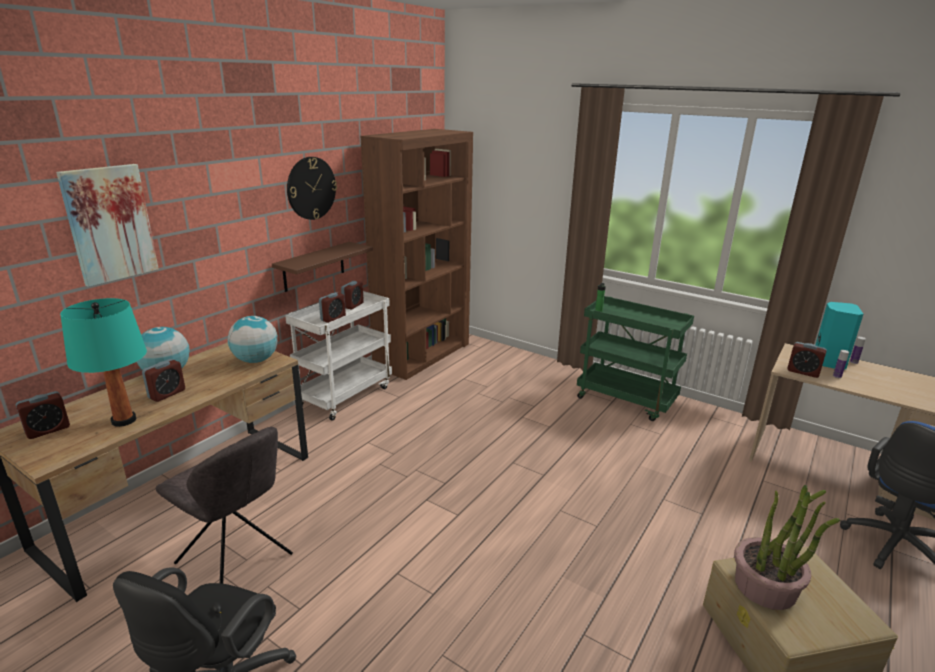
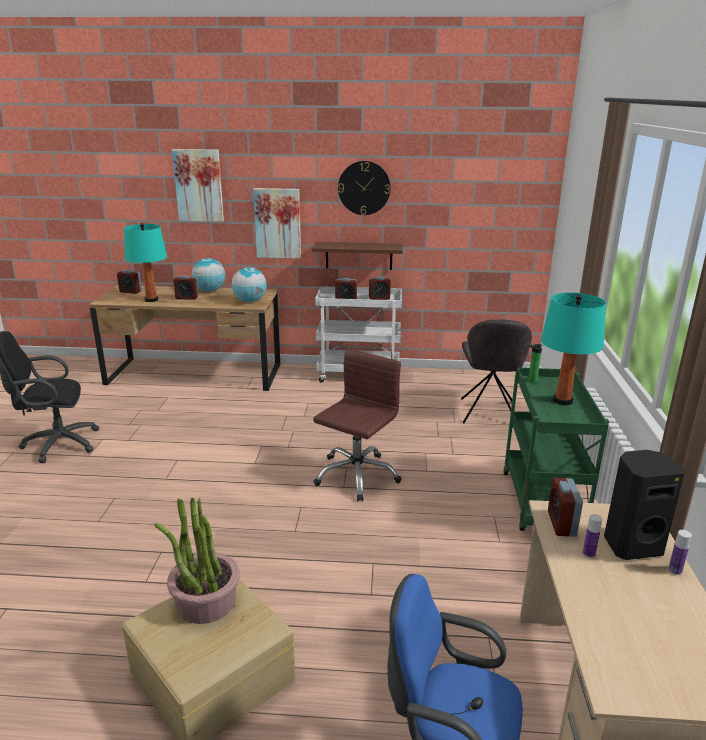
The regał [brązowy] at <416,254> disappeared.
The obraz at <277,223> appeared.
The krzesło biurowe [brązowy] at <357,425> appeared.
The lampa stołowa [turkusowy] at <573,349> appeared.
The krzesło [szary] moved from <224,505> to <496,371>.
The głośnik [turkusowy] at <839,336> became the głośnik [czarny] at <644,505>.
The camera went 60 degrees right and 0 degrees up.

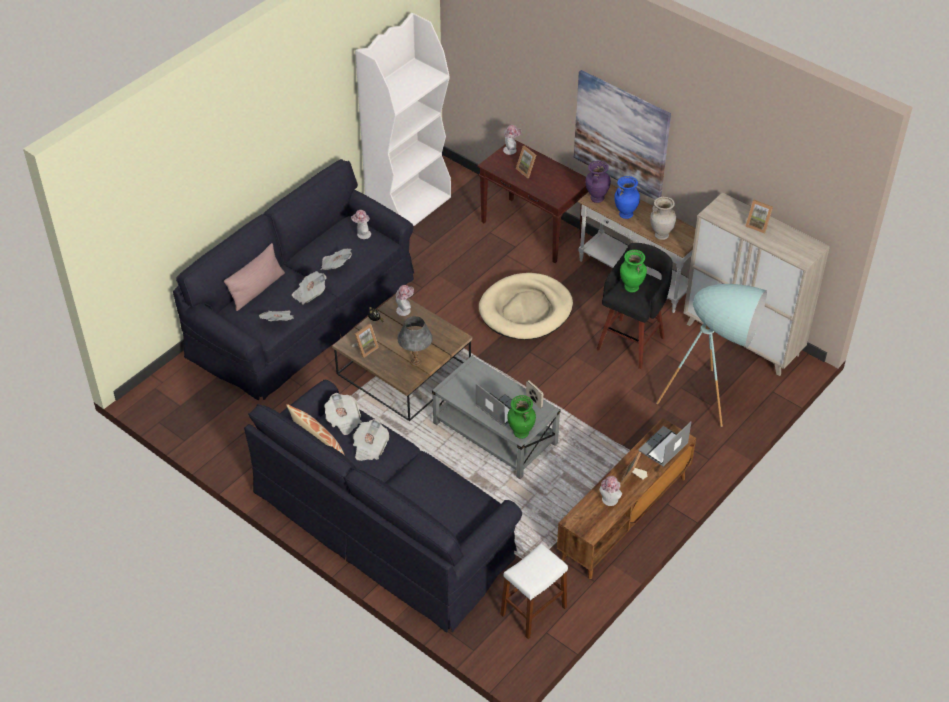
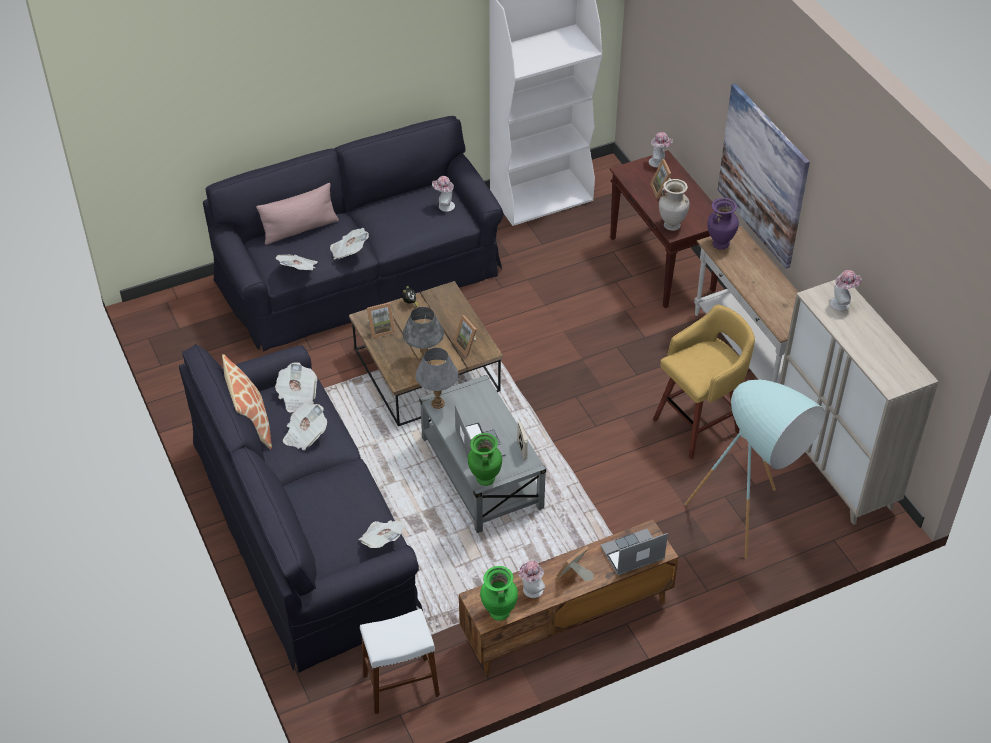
The legowisko [beżowy] at <526,306> disappeared.
The wazon [niebieski] at <627,197> disappeared.
The lampa stołowa [szary] at <436,378> appeared.
The gazeta moved from <336,259> to <382,534>.
The kapelusz moved from <405,300> to <846,290>.
The wazon [zielony] moved from <633,271> to <499,593>.
The wazon [beżowy] moved from <663,218> to <674,205>.
The ramka na zdjęcie moved from <759,217> to <465,336>.
The stołek [czarny] at <634,306> became the stołek [żółty] at <704,382>.
The camera went 25 degrees right and 0 degrees up.

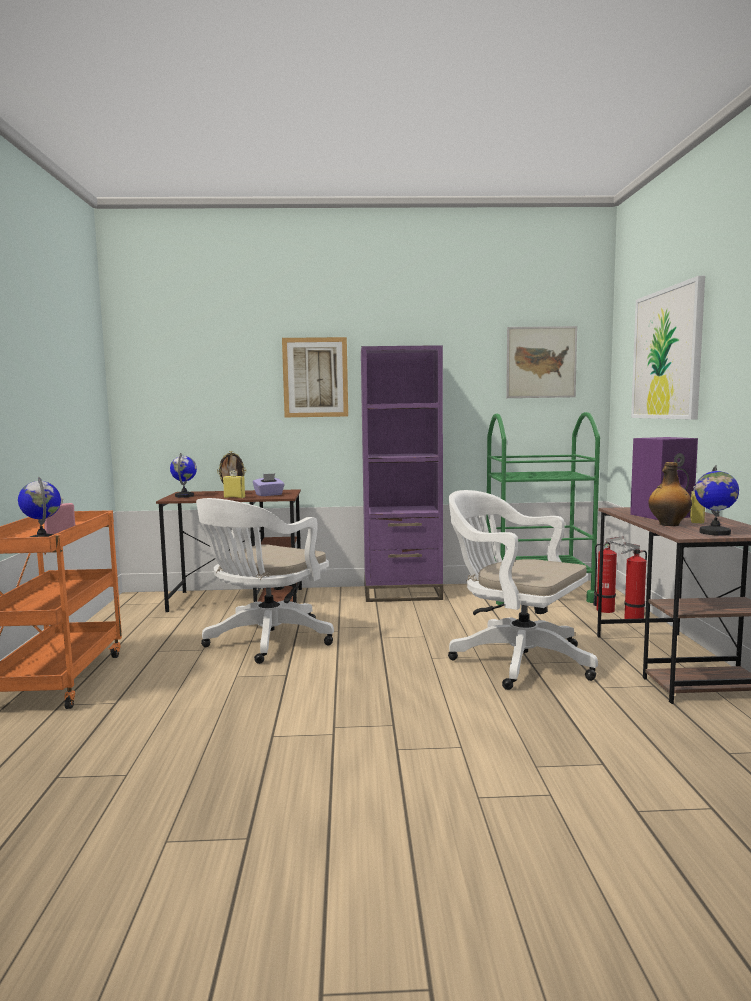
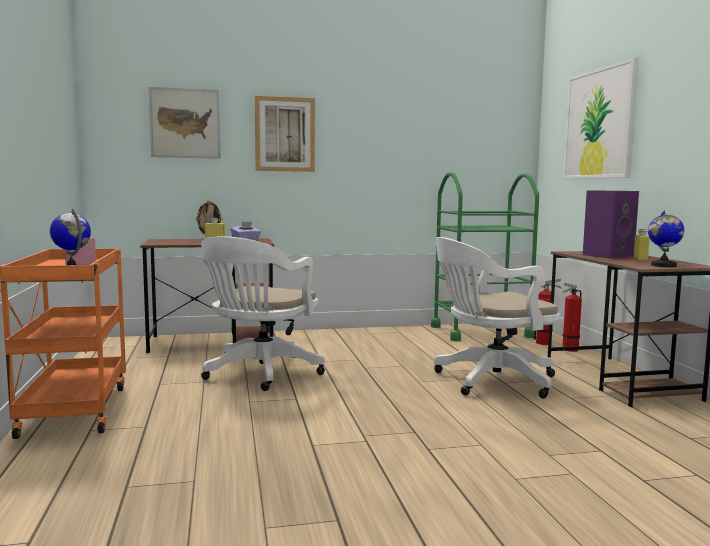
The globus at <183,475> disappeared.
The regał [fioletowy] at <402,473> disappeared.
The butelka at <670,494> disappeared.
The obraz moved from <541,362> to <184,123>.
The krzesło biurowe [biały] at <523,590> turned 45 degrees counterclockwise.
The camera went 10 degrees left and 0 degrees up.

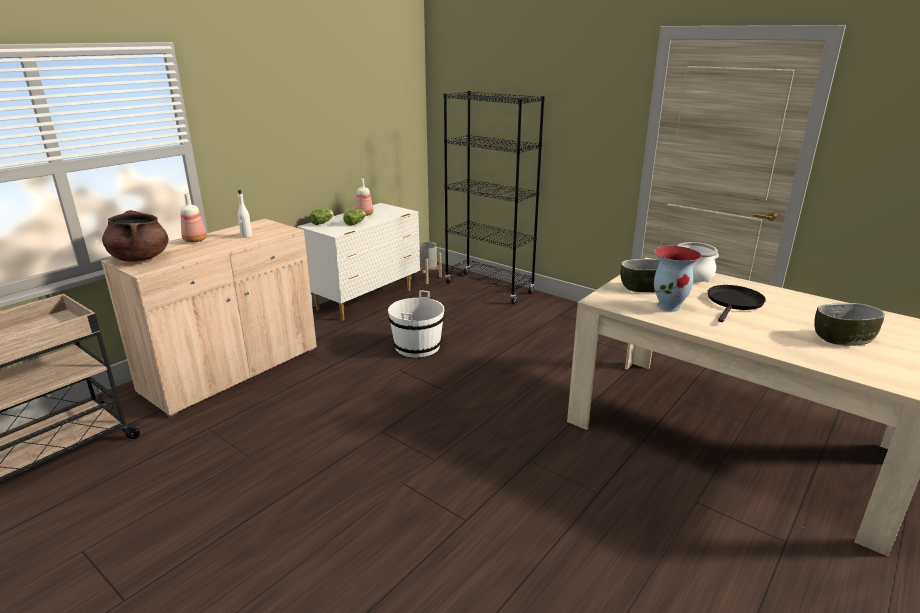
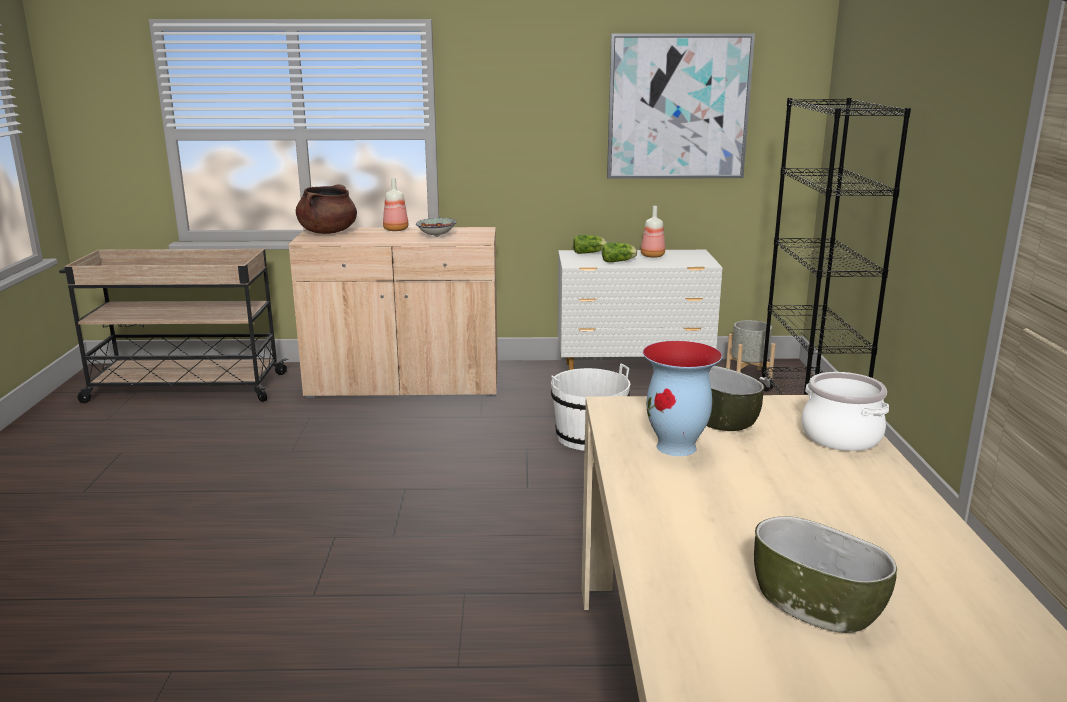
The patelnia [czarny] at <737,303> disappeared.
The obraz at <681,106> appeared.
The butelka [biały] at <245,214> was replaced by the miska at <436,227>.
The camera went 50 degrees right and 5 degrees down.

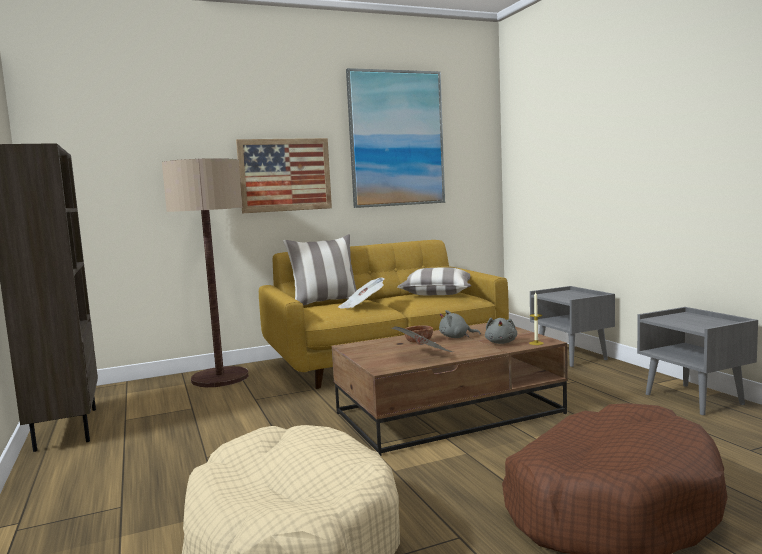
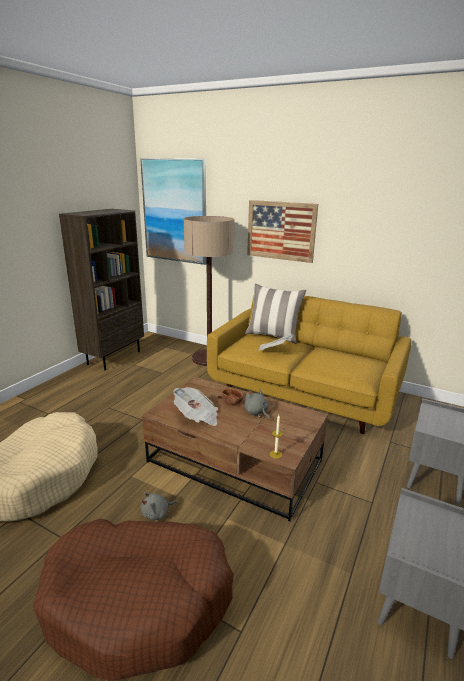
The poduszka at <434,281> disappeared.
The obraz moved from <395,138> to <173,211>.
The pluszak [szary] moved from <501,331> to <159,506>.
The camera went 50 degrees right and 15 degrees up.

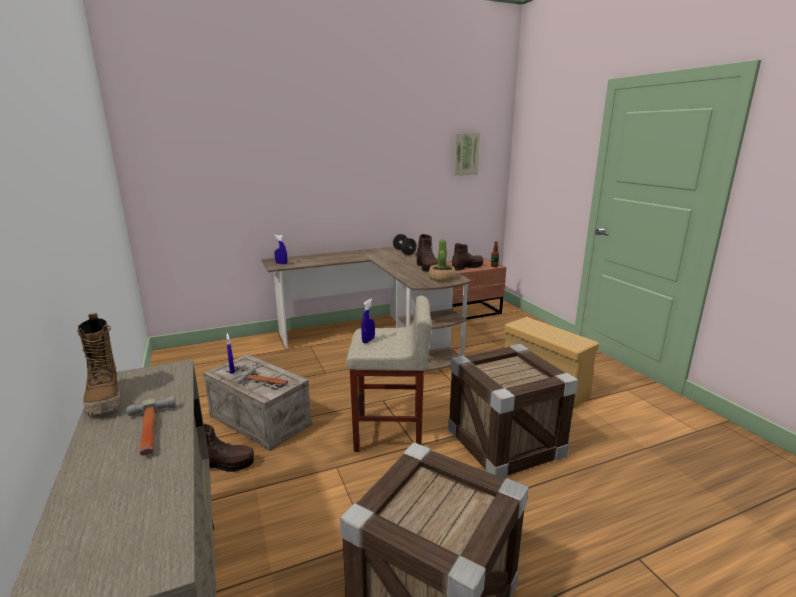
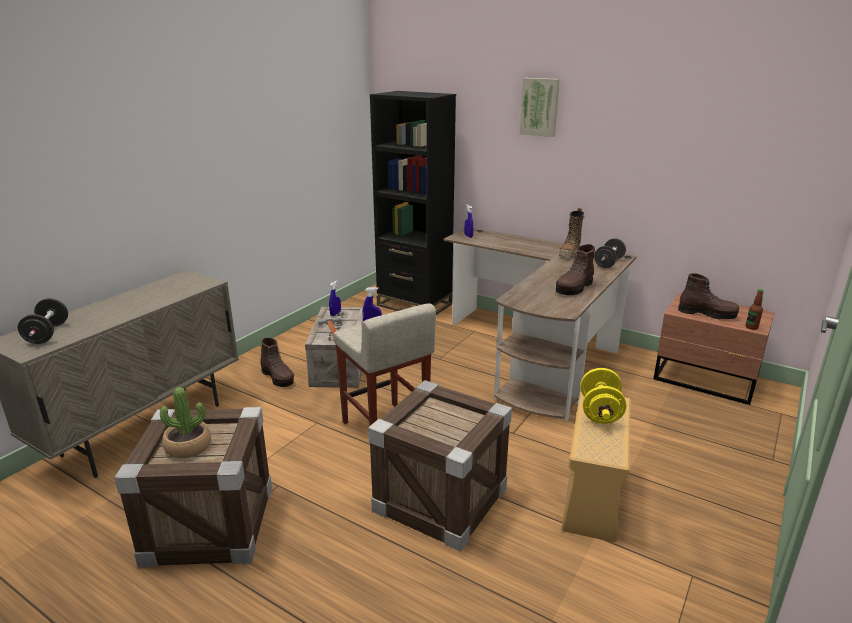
The młotek at <151,425> disappeared.
The hantel [czarny] at <43,321> appeared.
The regał [czarny] at <413,203> appeared.
The hantel [żółty] at <603,396> appeared.
The but z cholewką moved from <99,364> to <571,233>.
The roślina doniczkowa moved from <442,260> to <185,422>.
The obraz moved from <466,154> to <539,107>.
The camera went 55 degrees right and 5 degrees up.

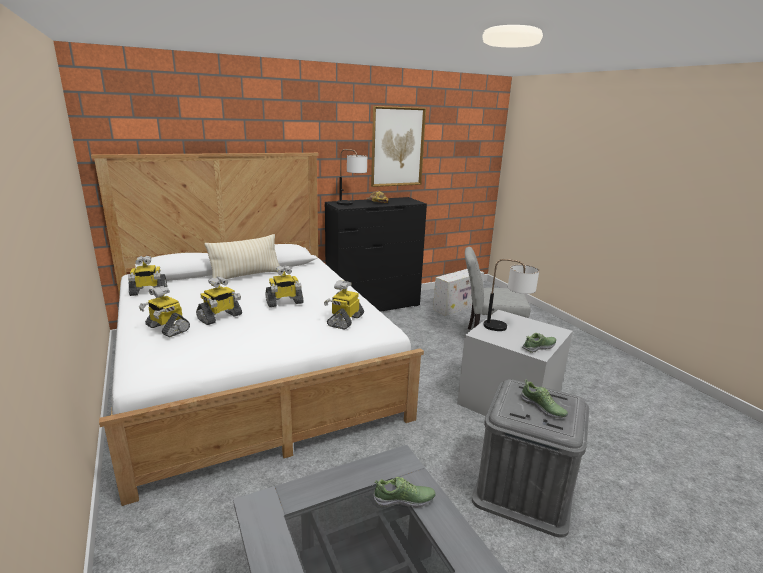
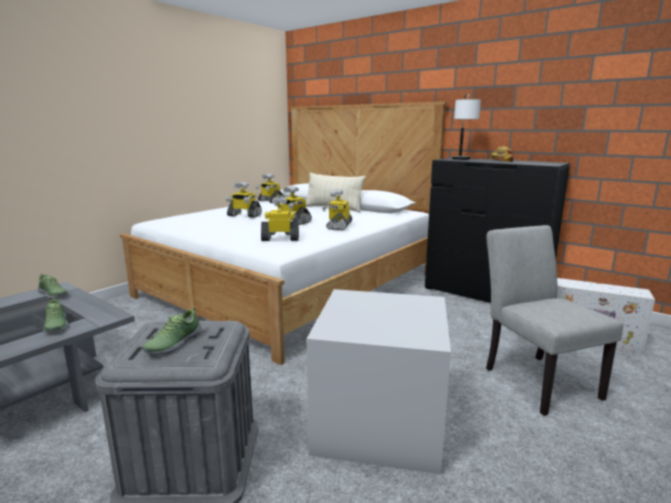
The obraz at <398,146> disappeared.
The lampa stołowa at <511,295> disappeared.
The robot zabawkowy moved from <164,311> to <337,209>.
The but moved from <539,343> to <53,286>.
The camera went 65 degrees right and 5 degrees down.

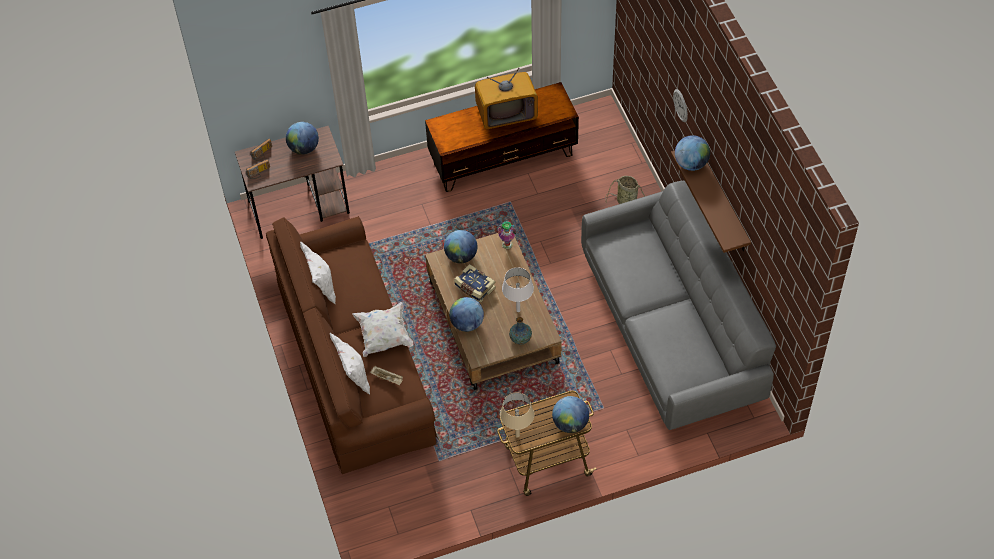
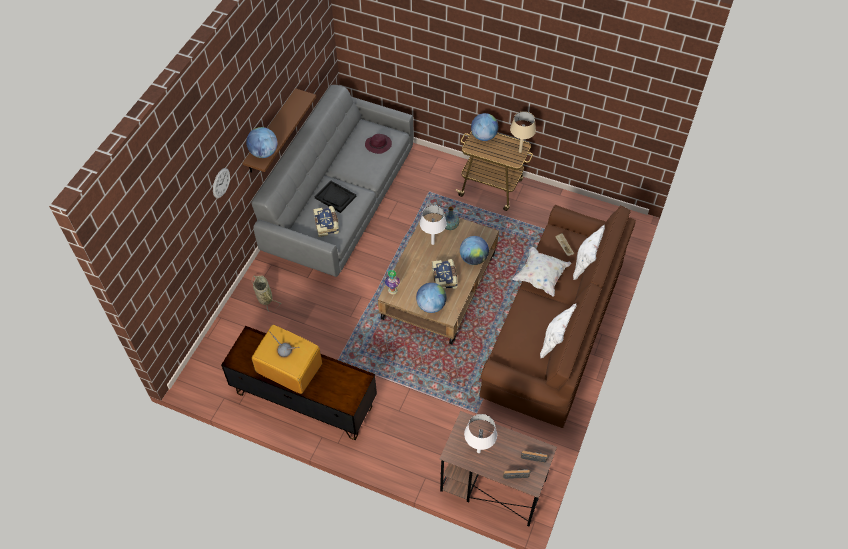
The książka at <326,221> appeared.
The taca [czarny] at <335,196> appeared.
The kapelusz [fioletowy] at <378,144> appeared.
The globus at <302,138> was replaced by the lampa stołowa [biały] at <480,433>.
The camera went 140 degrees left and 0 degrees up.

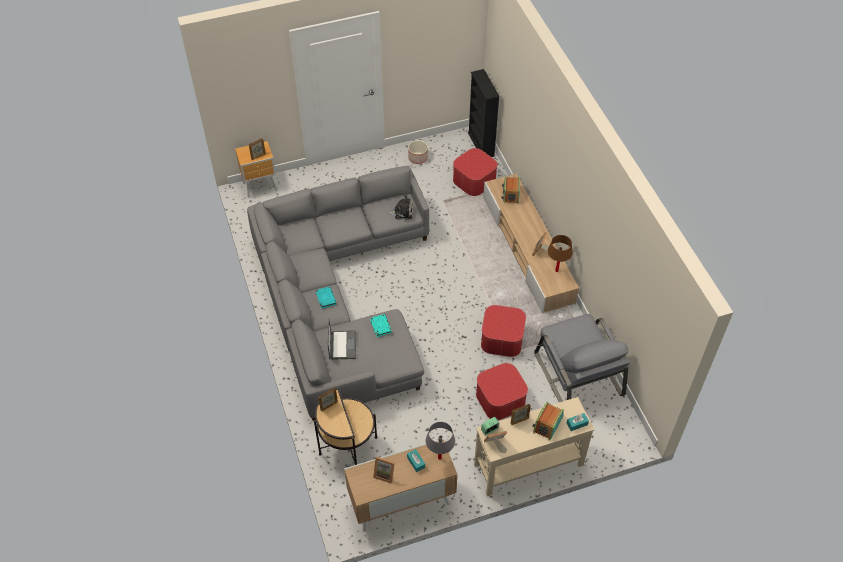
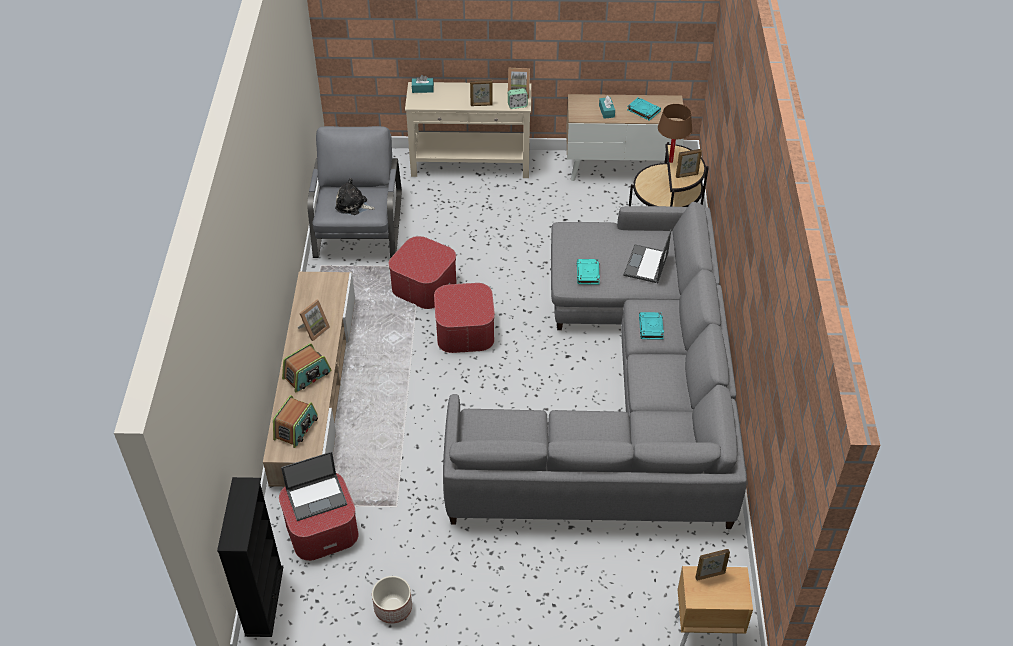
The lampa stołowa [szary] at <440,441> disappeared.
The laptop at <314,486> appeared.
The pluszak moved from <400,207> to <355,196>.
The pufa moved from <502,391> to <464,318>.
The radio moved from <548,421> to <306,367>.
The lampa stołowa [brązowy] moved from <560,253> to <675,133>.
The ramka na zdjęcie at <384,470> was replaced by the książka [turkusowy] at <644,109>.
The camera went 160 degrees left and 5 degrees down.

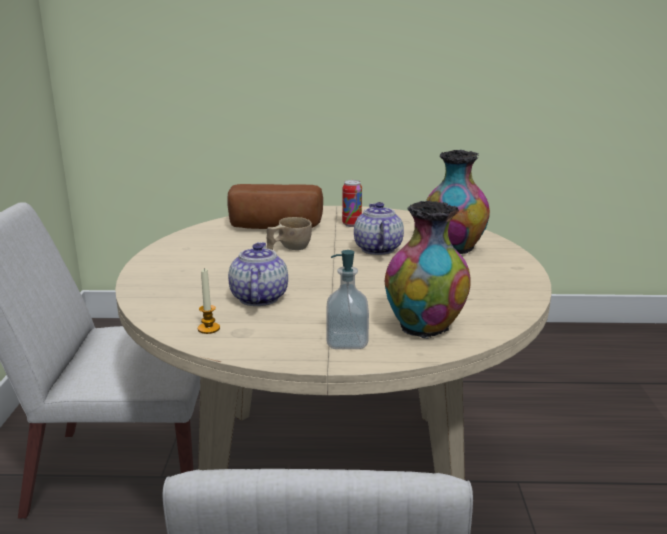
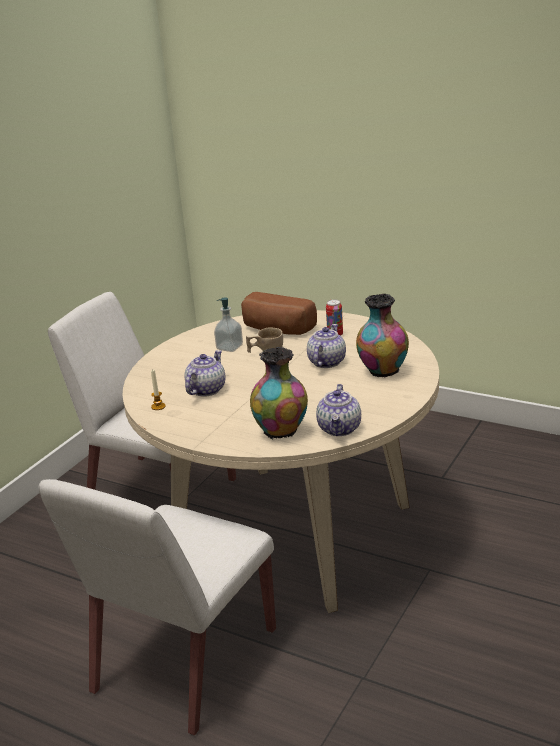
The imbryk at <338,410> appeared.
The dozownik mydła moved from <347,299> to <228,324>.
The camera went 30 degrees right and 5 degrees up.

